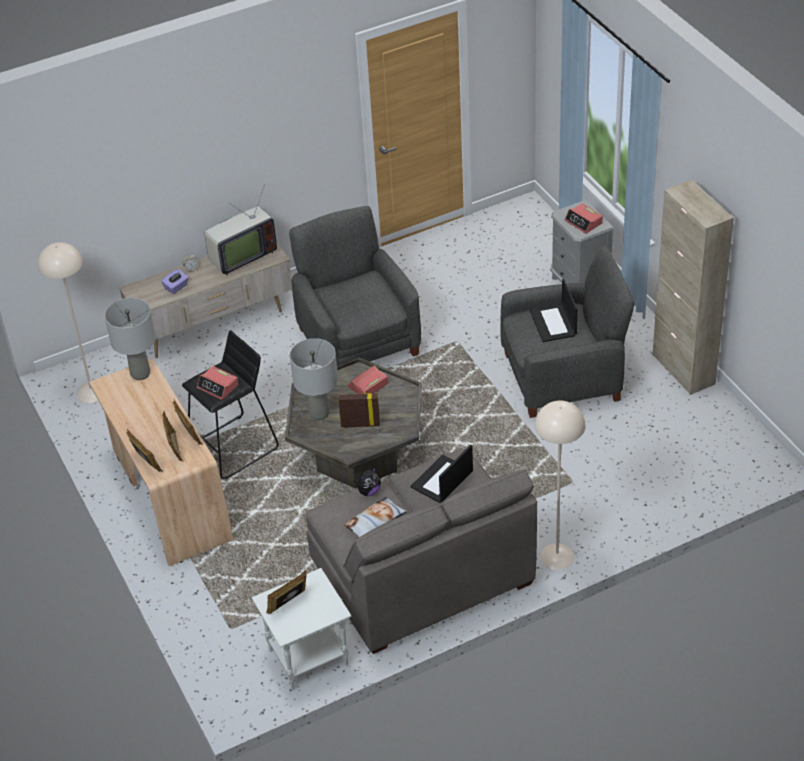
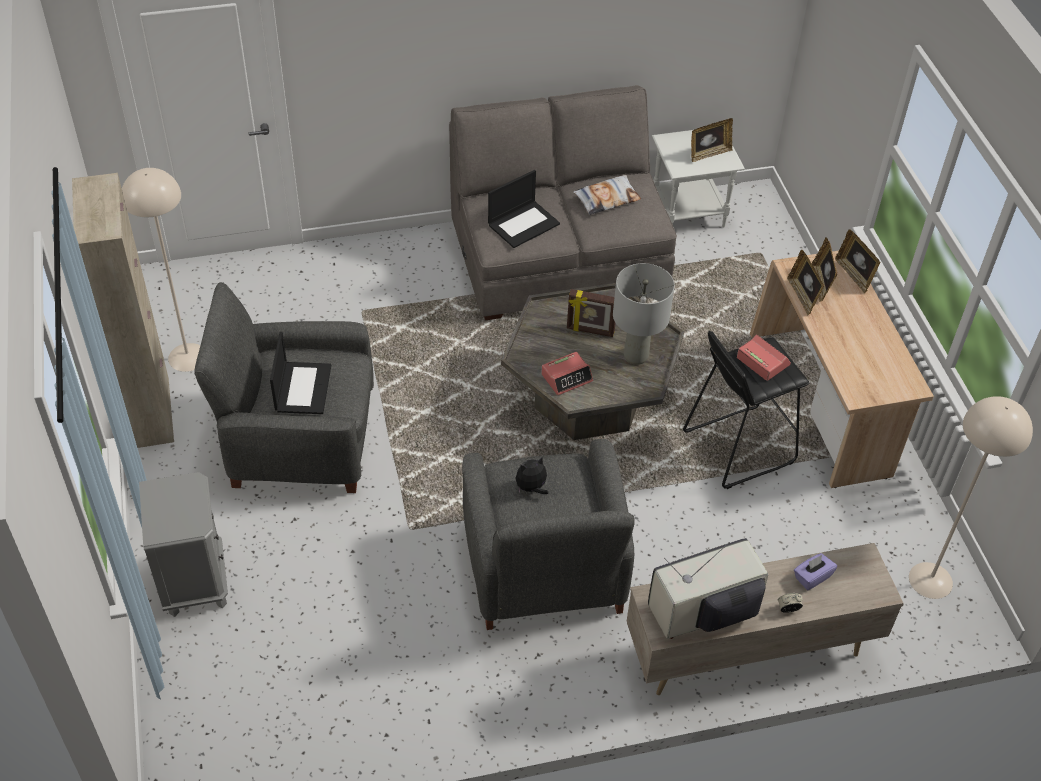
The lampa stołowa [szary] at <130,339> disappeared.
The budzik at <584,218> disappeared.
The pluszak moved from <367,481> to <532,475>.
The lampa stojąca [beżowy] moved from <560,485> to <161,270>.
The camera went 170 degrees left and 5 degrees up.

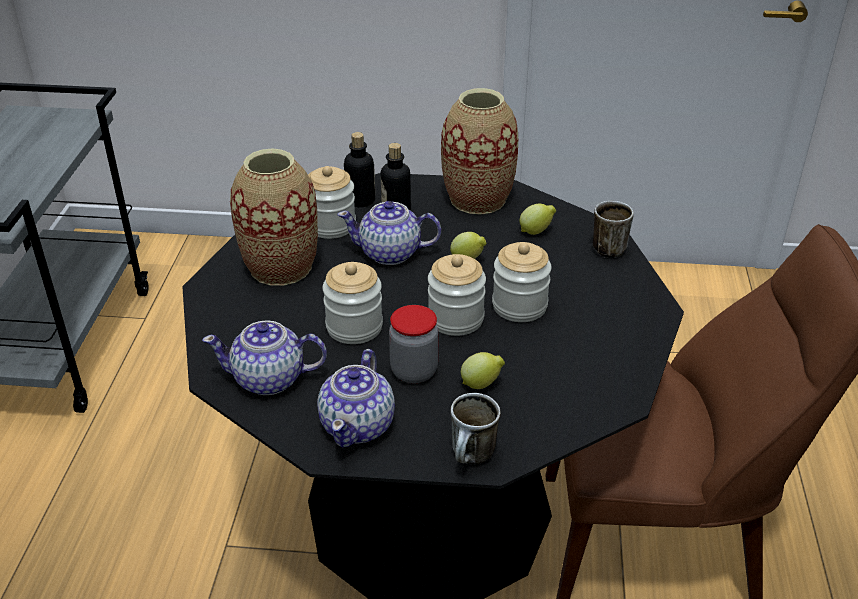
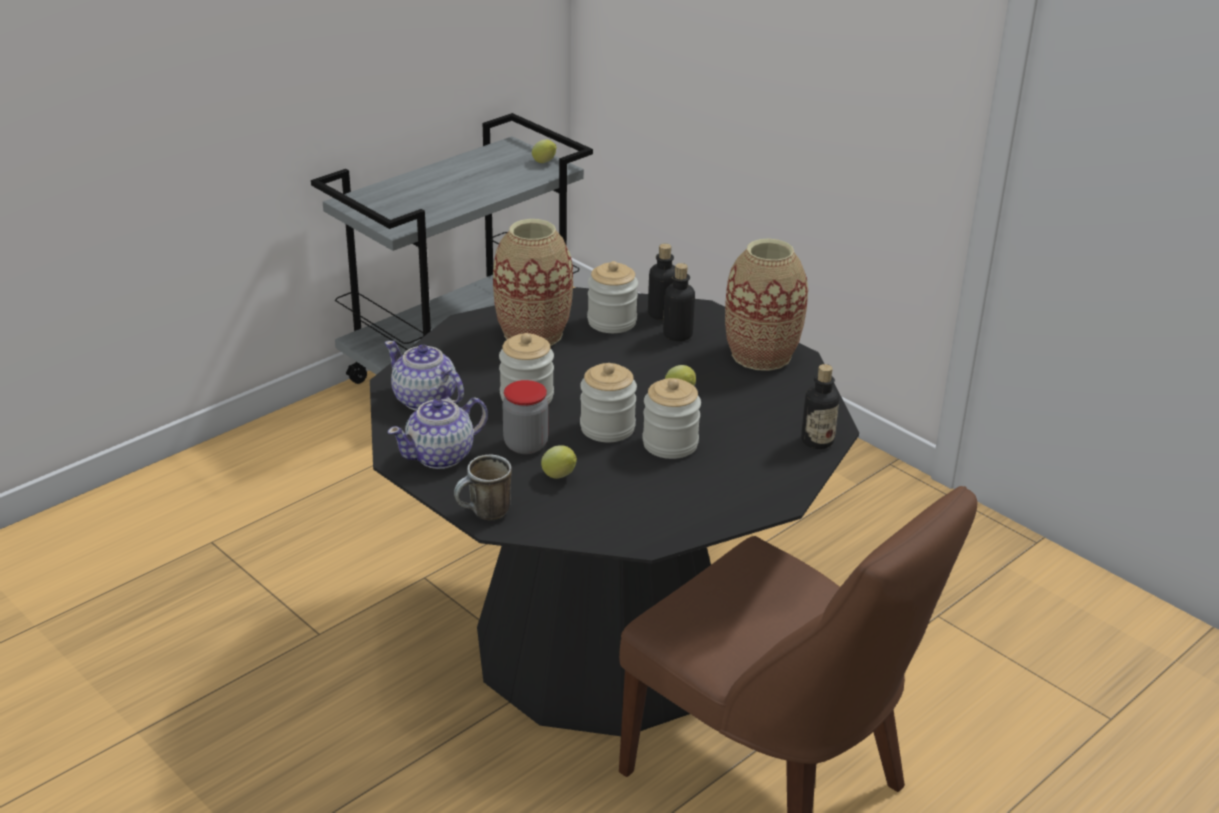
The imbryk at <389,233> disappeared.
The cytryna moved from <537,219> to <544,151>.
The kubek at <613,229> was replaced by the butelka at <820,406>.
The camera went 40 degrees right and 5 degrees down.

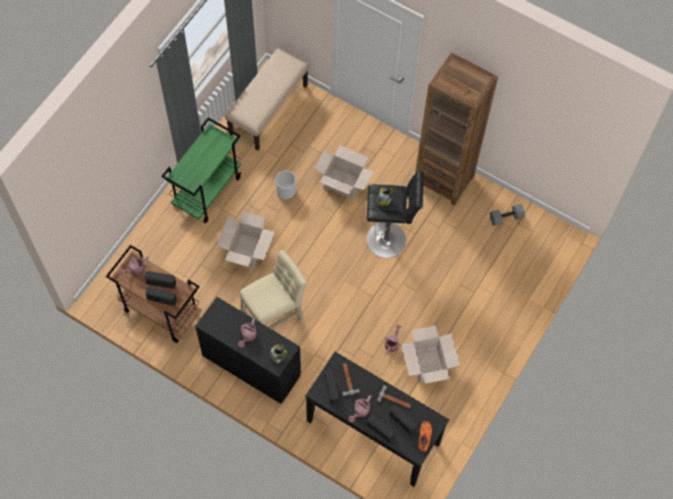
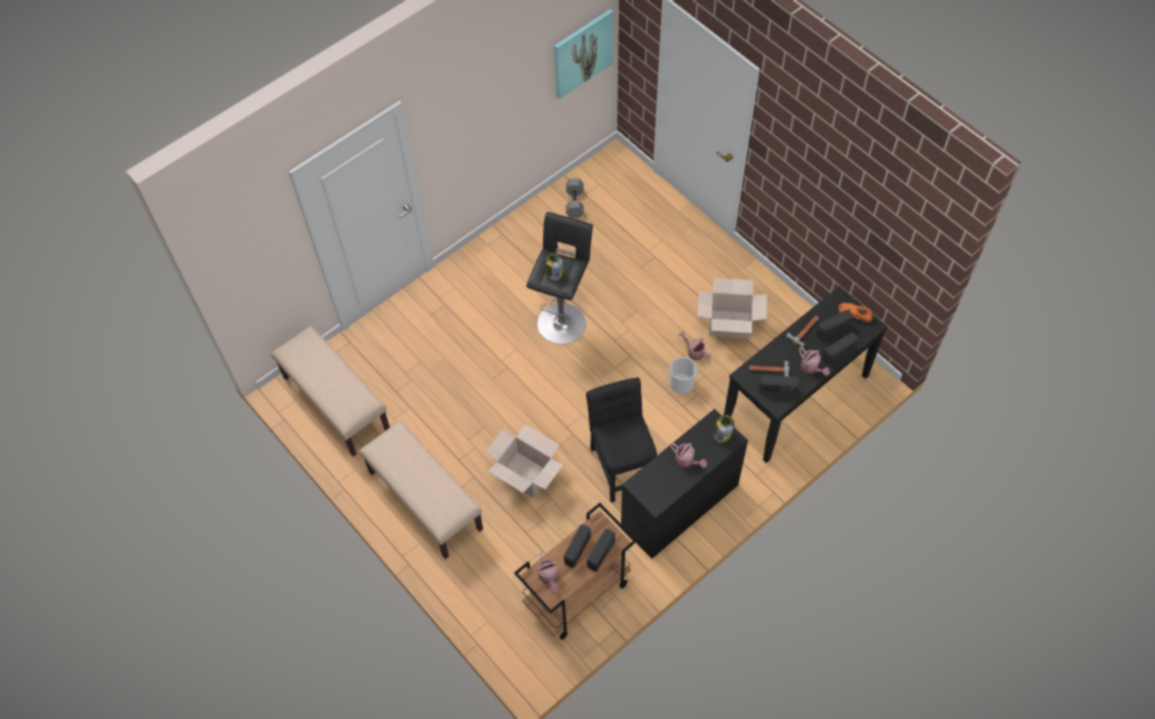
The karton at <344,172> disappeared.
The regał [brązowy] at <456,129> disappeared.
The obraz at <583,54> appeared.
The wiadro moved from <285,184> to <683,375>.
The wózek [zielony] at <201,170> was replaced by the ławka [beżowy] at <421,489>.
The krzesło [beżowy] at <273,289> became the krzesło [czarny] at <621,440>.
The camera went 70 degrees left and 5 degrees down.

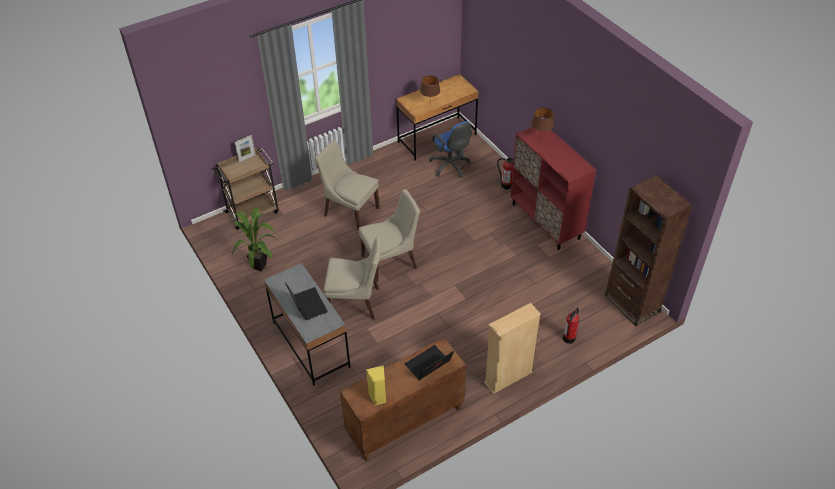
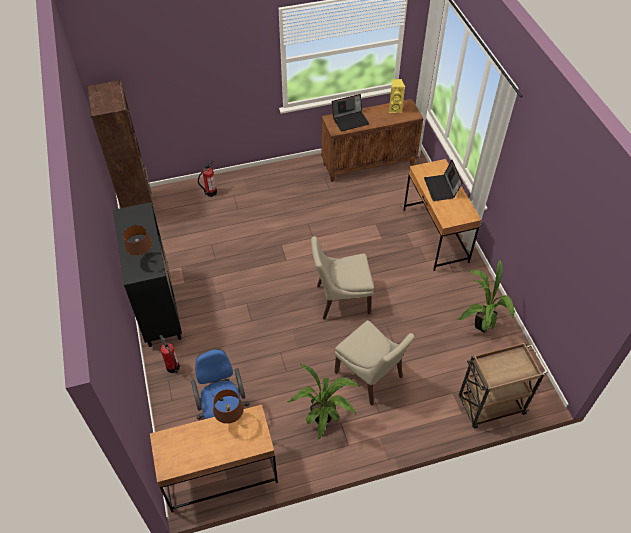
The ramka na zdjęcie at <245,149> disappeared.
The krzesło [beżowy] at <352,278> disappeared.
The regał [beżowy] at <512,348> disappeared.
The roślina doniczkowa at <324,402> appeared.
The biurko [szary] at <307,324> became the biurko [brązowy] at <442,215>.
The szafka [czerwony] at <553,188> became the szafka [czarny] at <147,274>.
The camera went 165 degrees left and 5 degrees up.

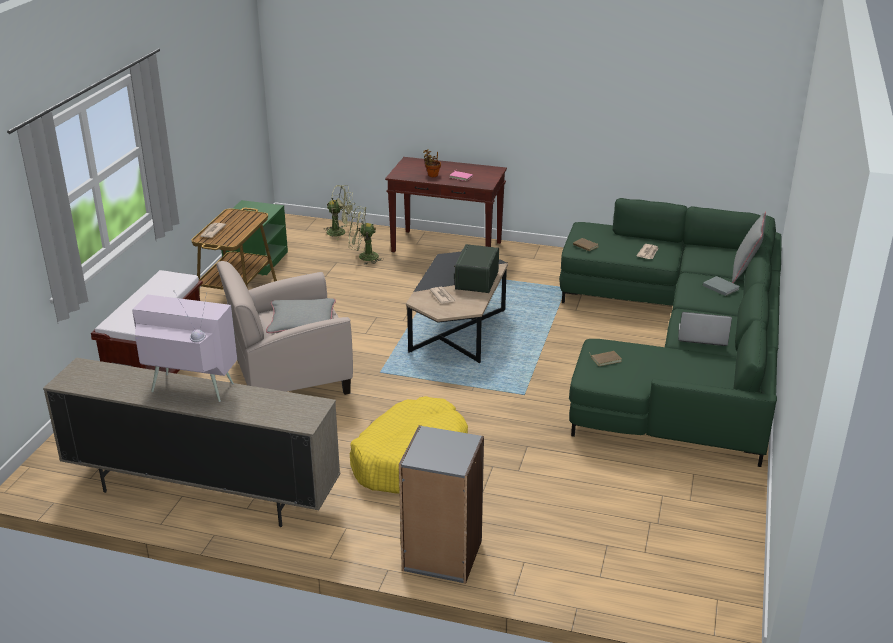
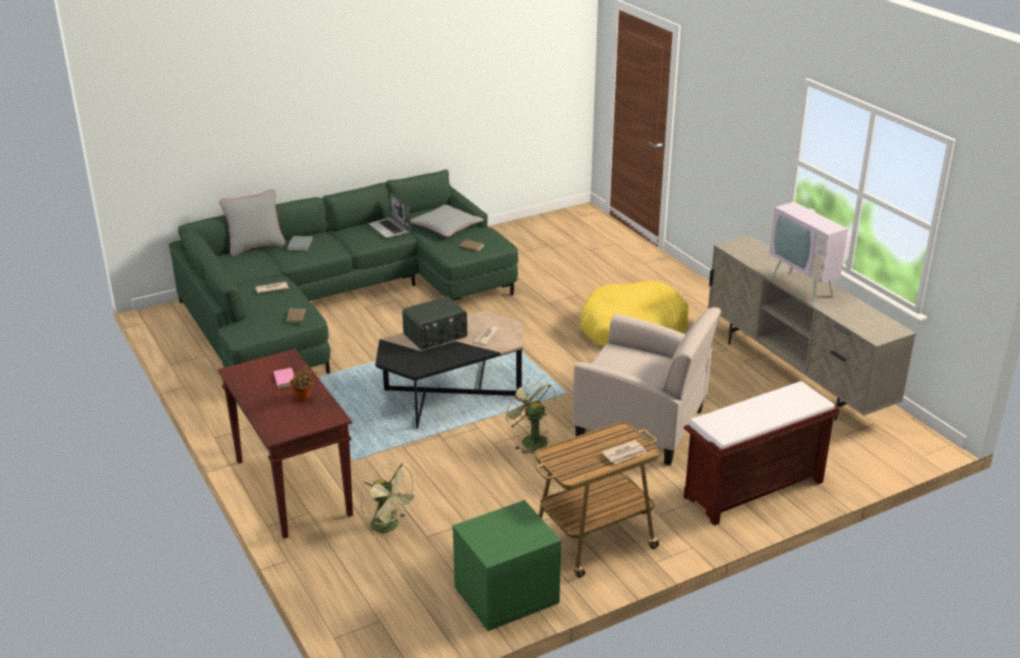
The regał [szary] at <441,504> disappeared.
The poduszka [szary] moved from <301,315> to <447,221>.
The wentylator [zielony] moved from <338,212> to <529,415>.
The camera went 135 degrees left and 0 degrees up.

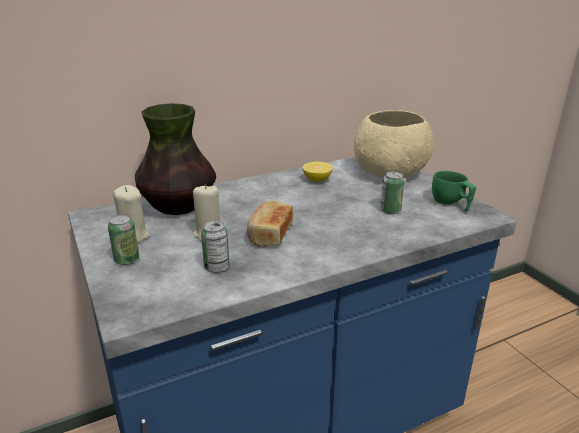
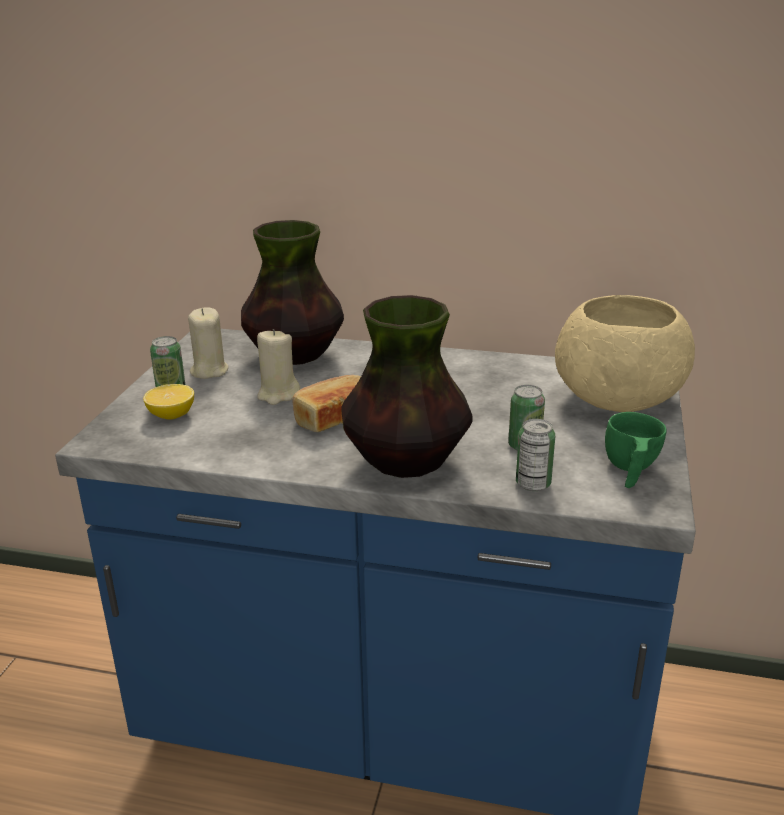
The wazon at <407,386> appeared.
The puszka moved from <215,247> to <535,455>.
The cytryna moved from <318,172> to <168,401>.
The camera went 40 degrees right and 0 degrees up.

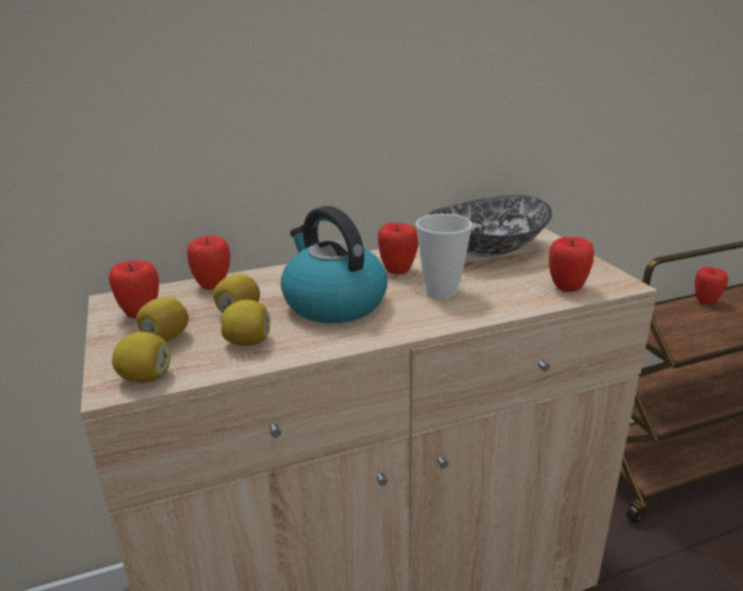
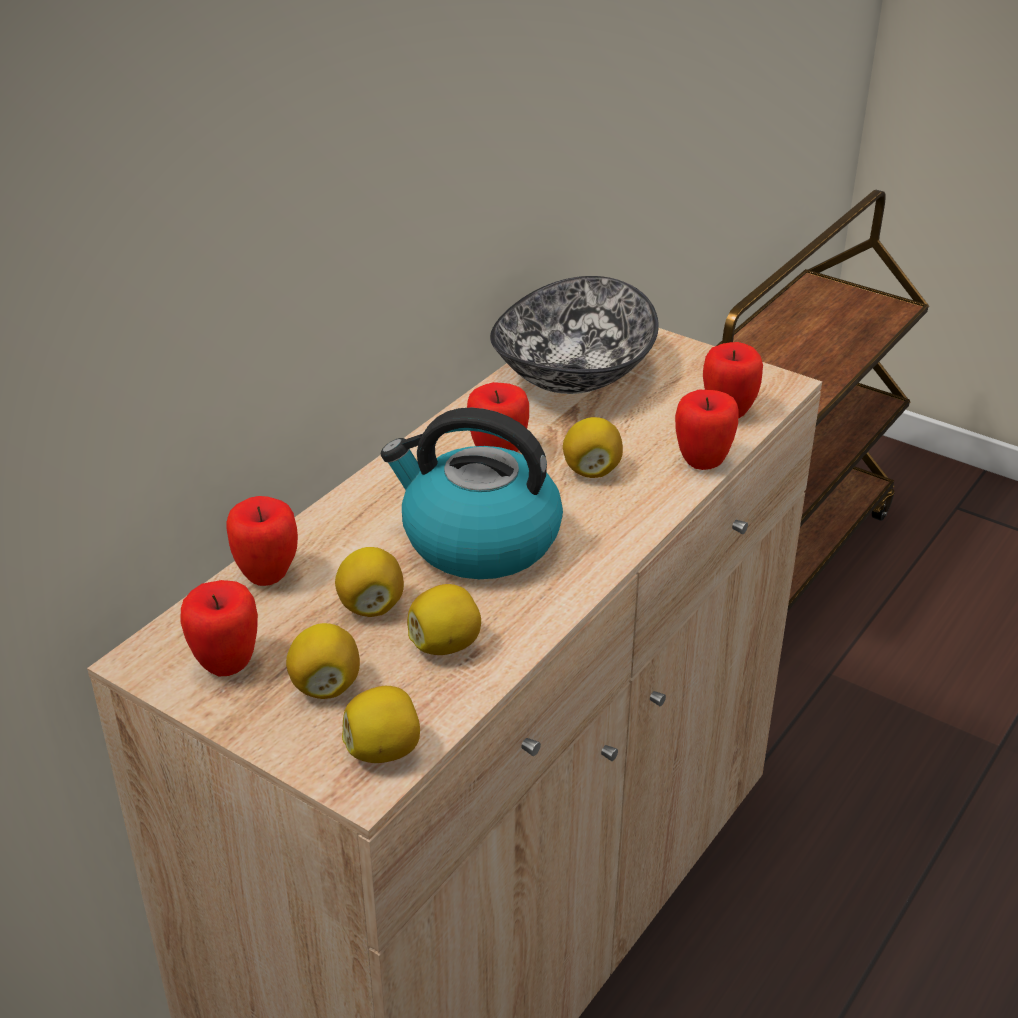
The jabłko moved from <711,285> to <707,430>.
The filiżanka at <444,256> was replaced by the cytryna at <593,447>.
The camera went 35 degrees left and 10 degrees up.

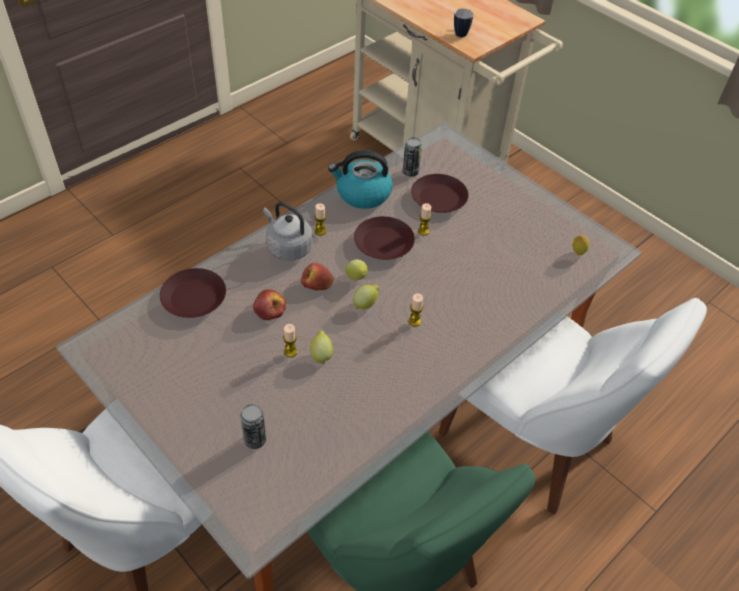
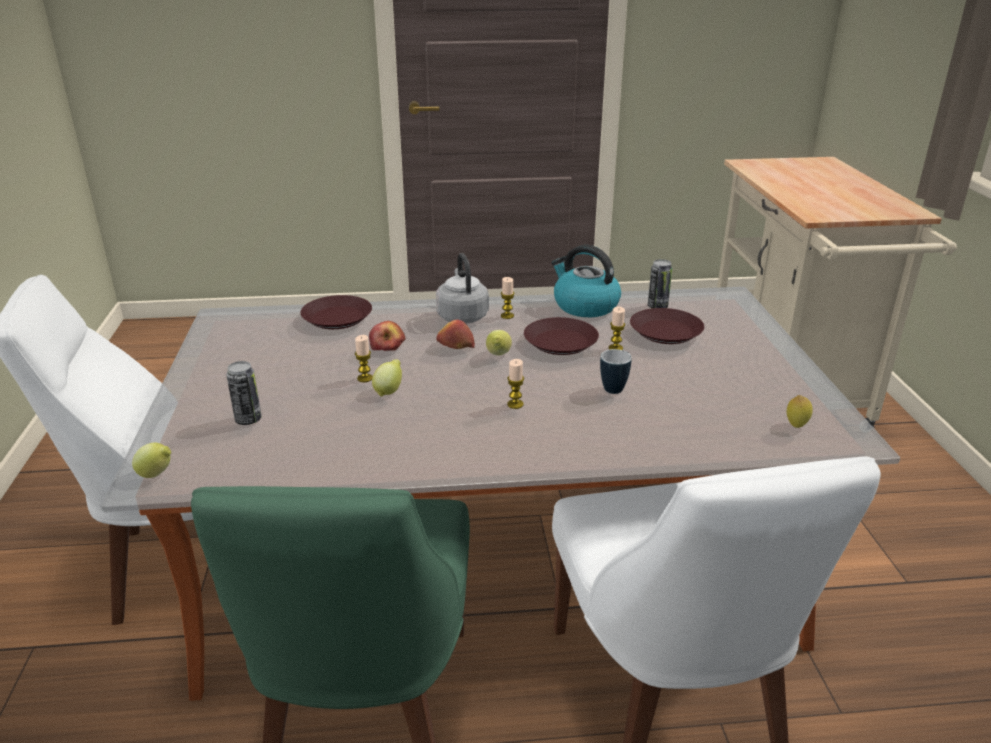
The cytryna moved from <366,296> to <151,460>.
The kubek moved from <463,22> to <616,371>.
The camera went 40 degrees right and 20 degrees down.

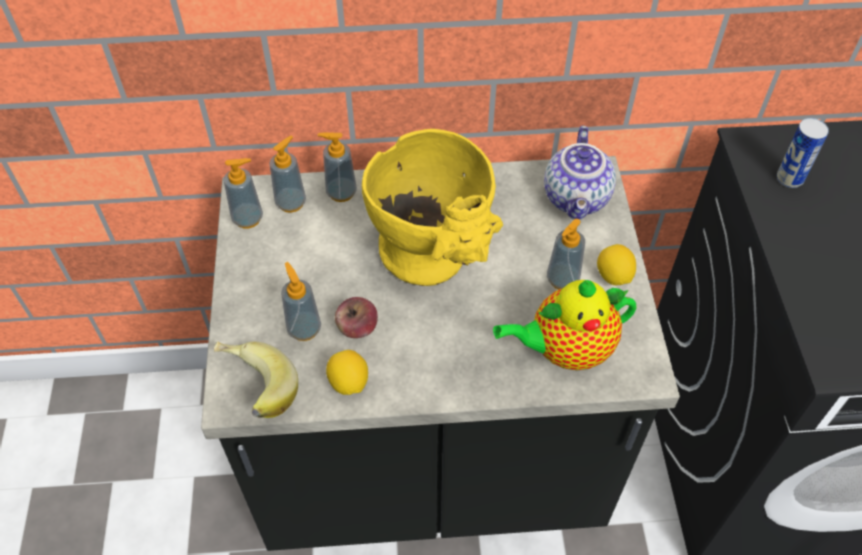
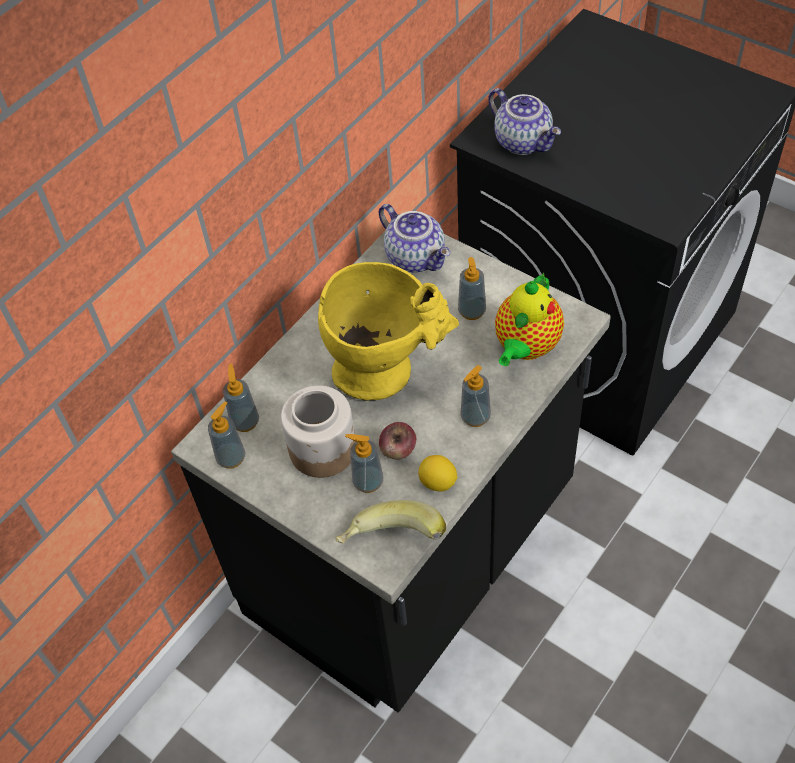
The cytryna at <616,264> disappeared.
The słoik at <318,431> appeared.
The dozownik mydła moved from <337,167> to <475,396>.
The puszka at <803,153> was replaced by the imbryk at <524,121>.
The camera went 45 degrees left and 0 degrees up.

